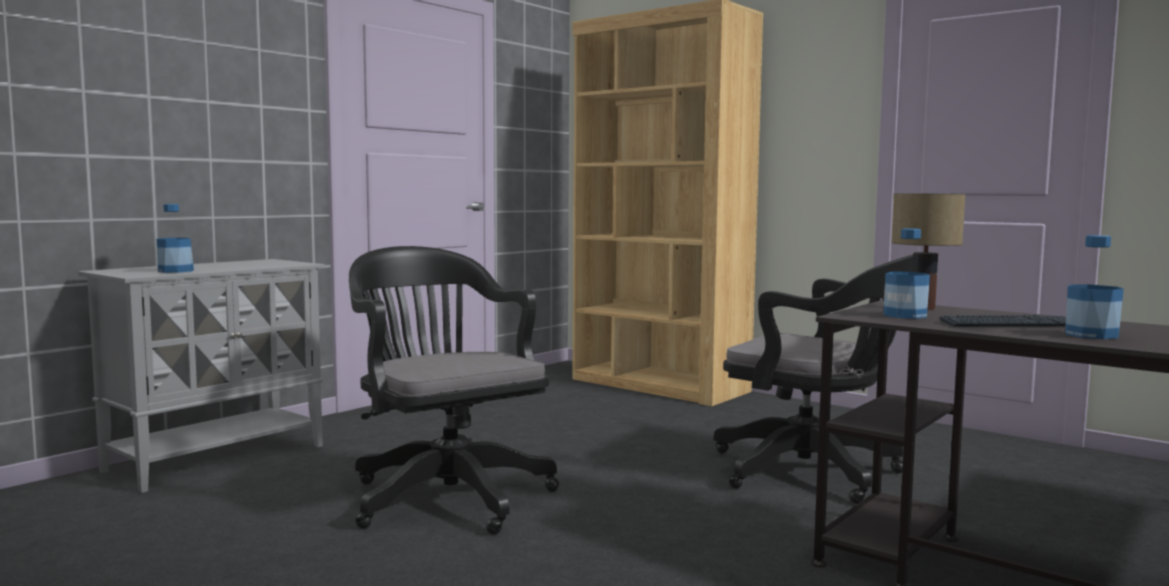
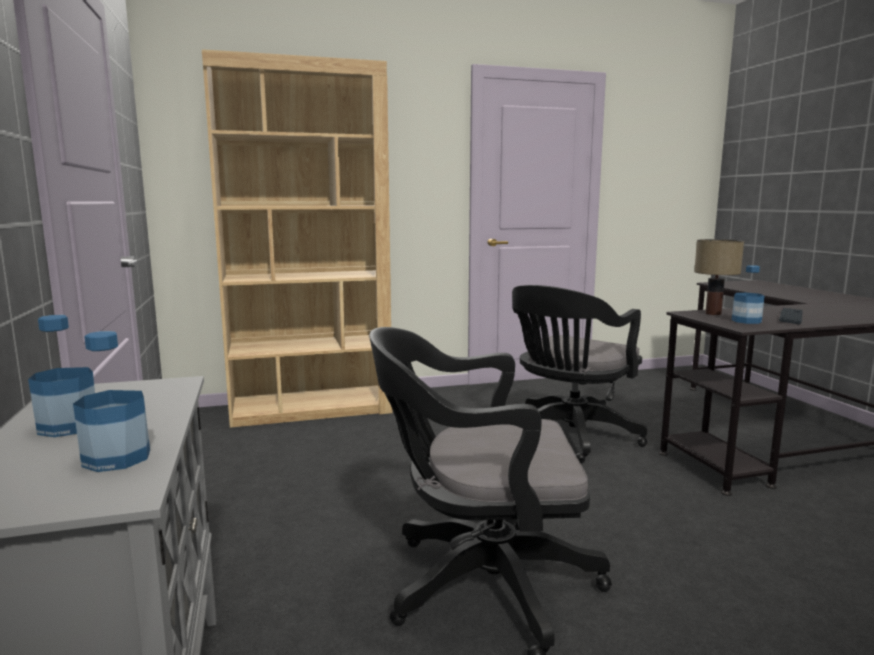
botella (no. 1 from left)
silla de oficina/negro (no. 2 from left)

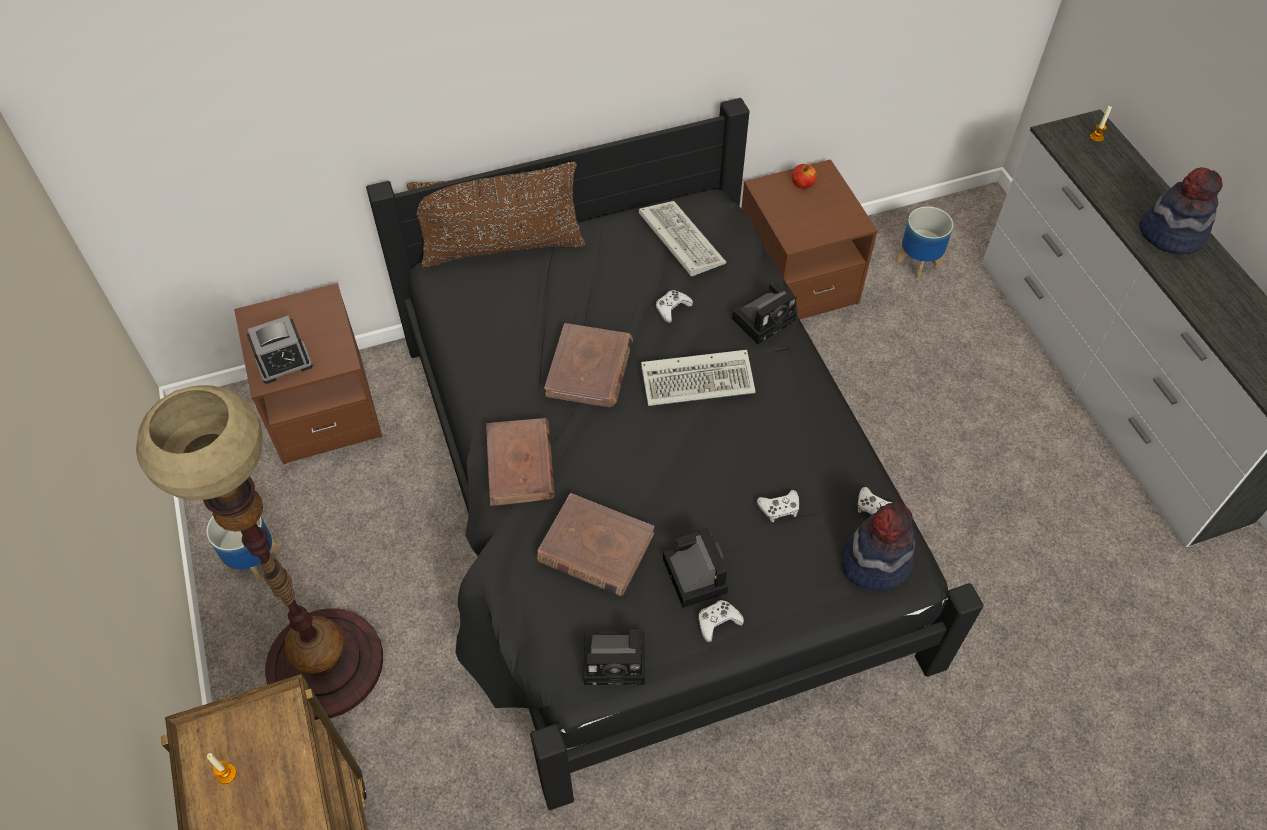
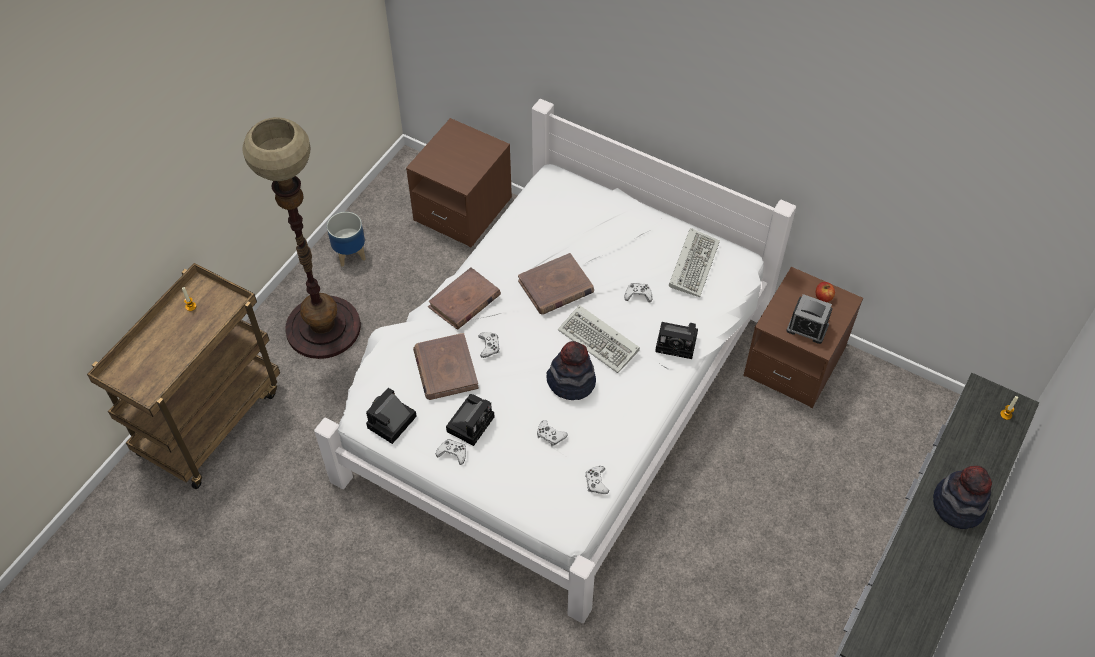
cama/blanco
cámara (no. 1 from left)
mando de consola/blanco (no. 2 from left)
sombrero (no. 1 from left)
despertador
cojín/marrón
maceta (no. 2 from left in the first image)

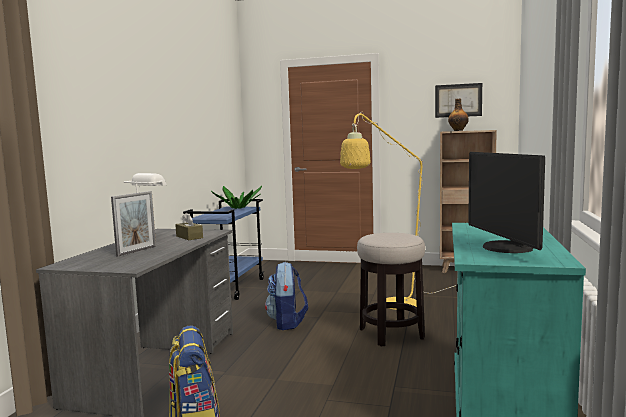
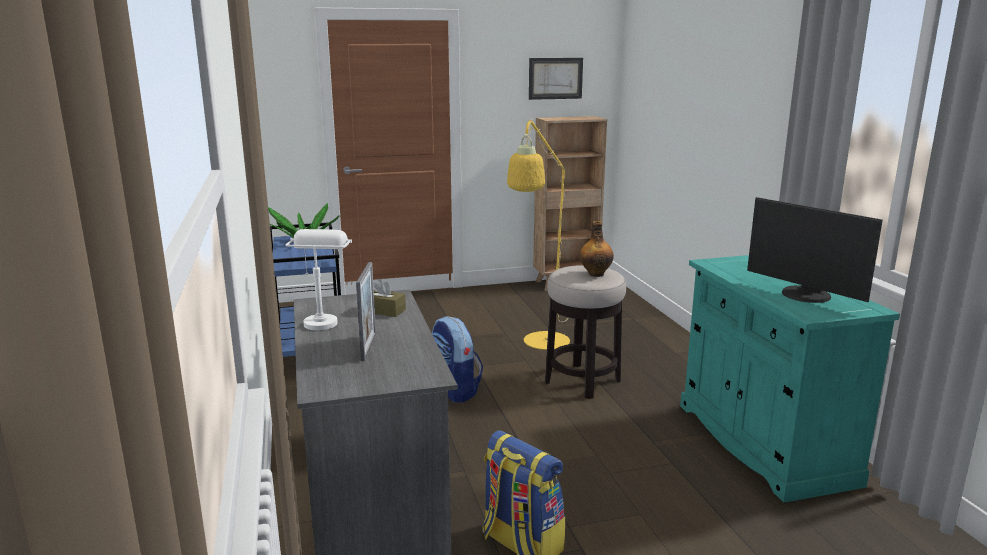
botella

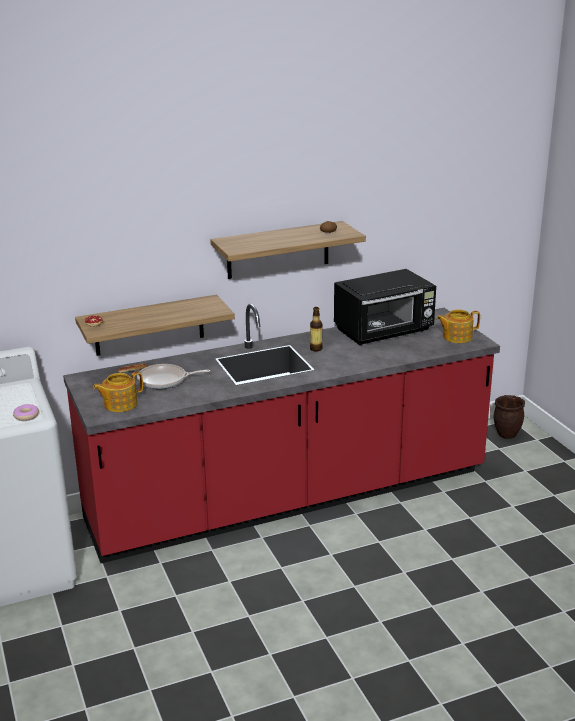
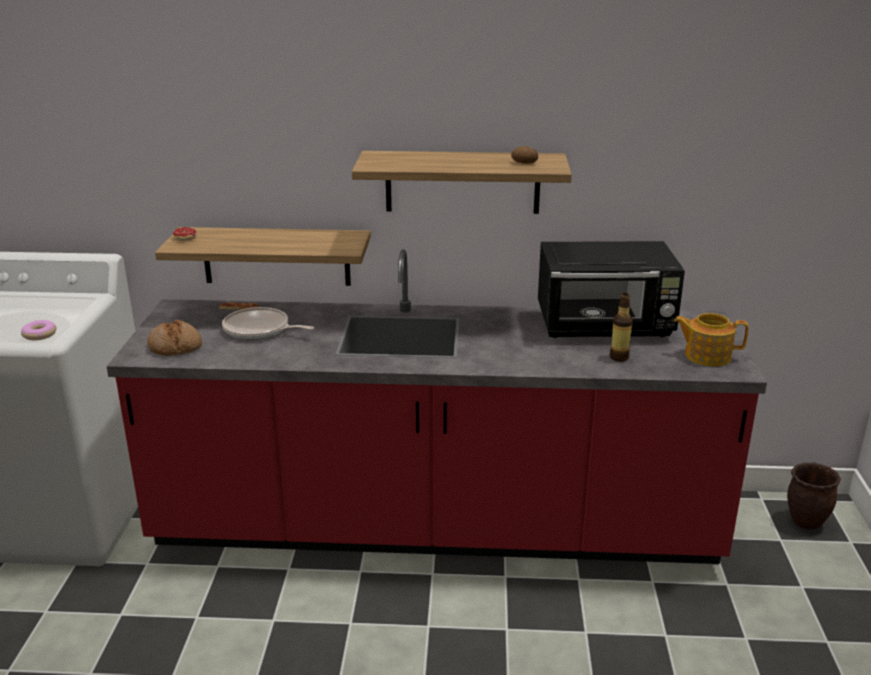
pan (no. 1 from left)
botella

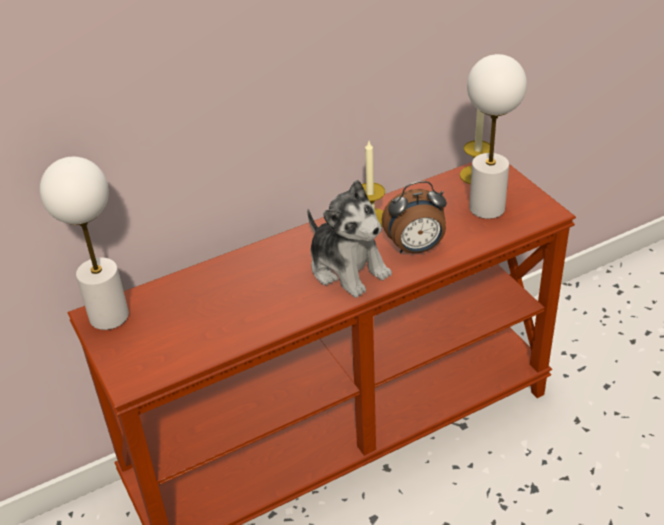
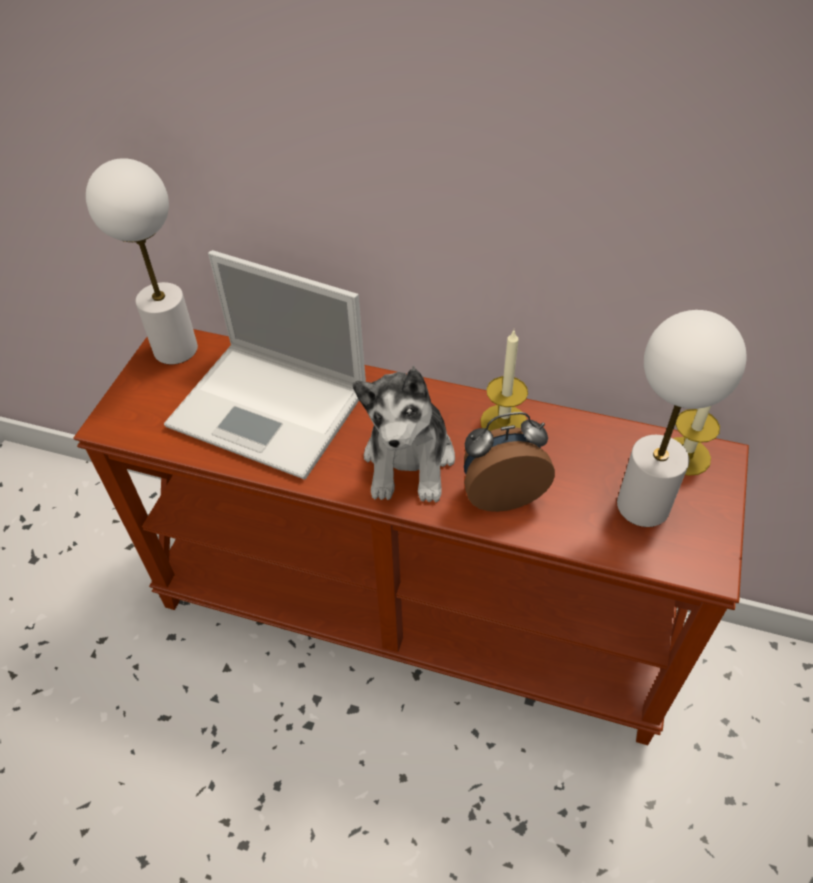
portátil
despertador

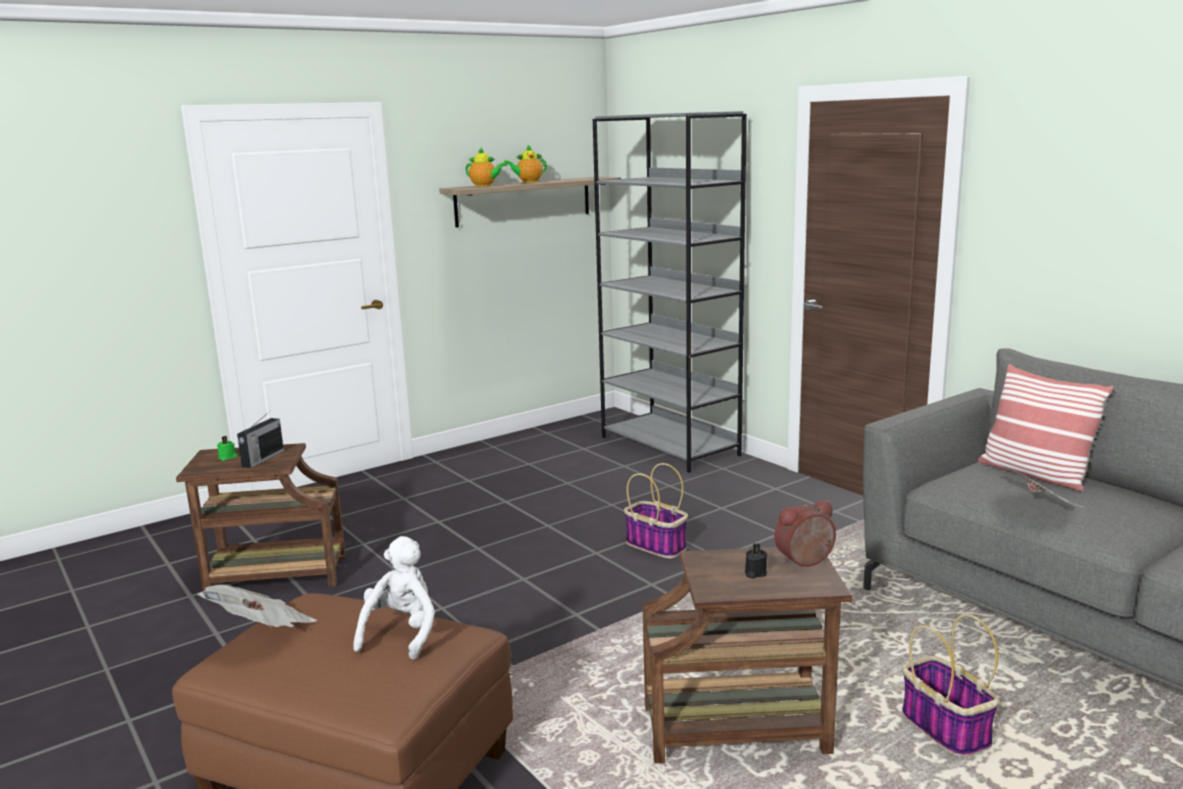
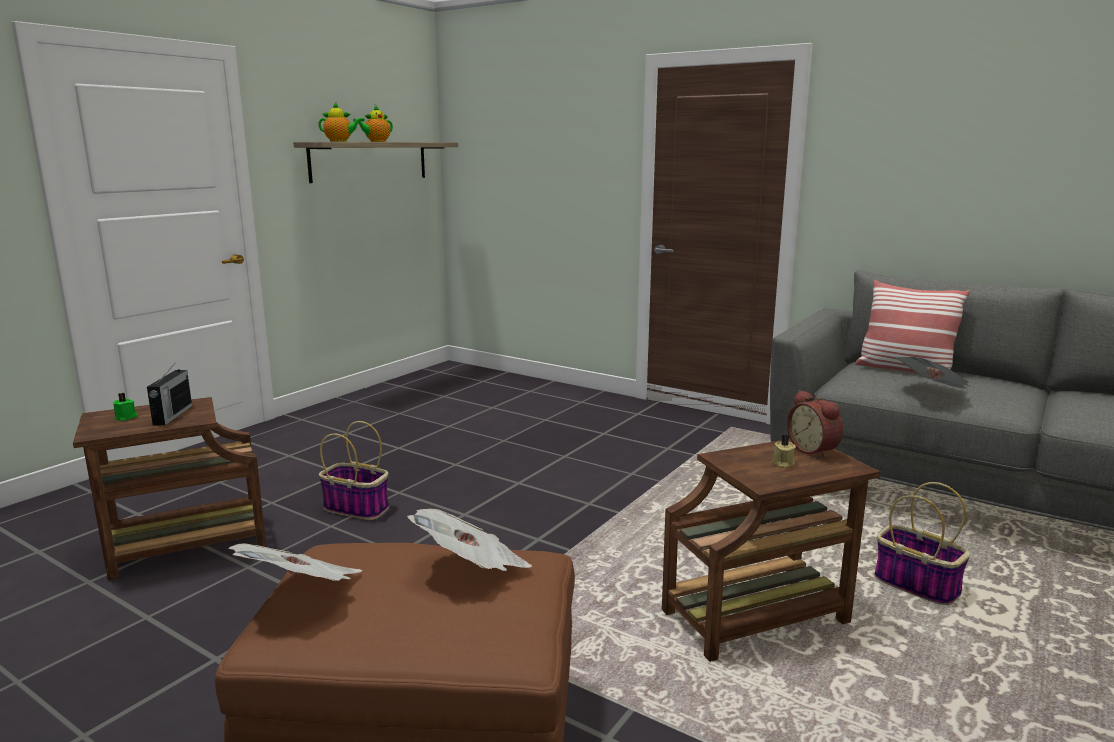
cesta (no. 1 from left)
periódico (no. 2 from left)
vela/beis
despertador
estantería/gris

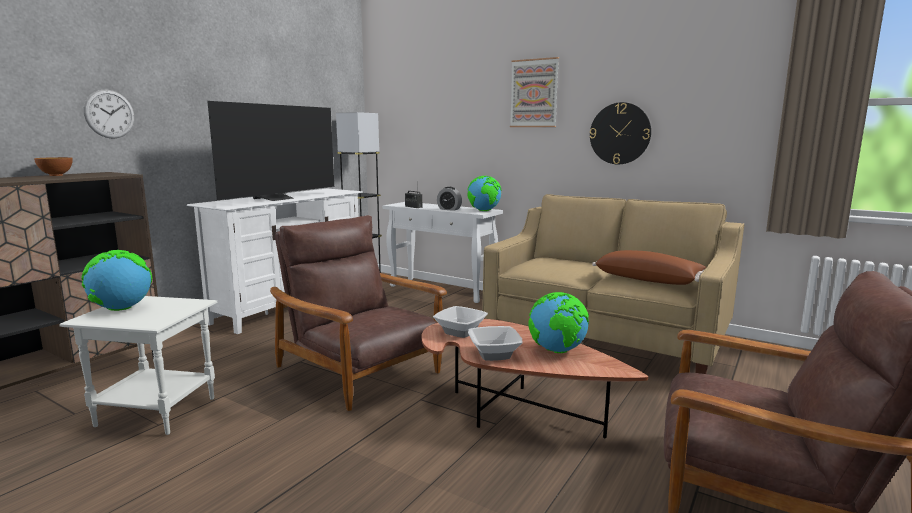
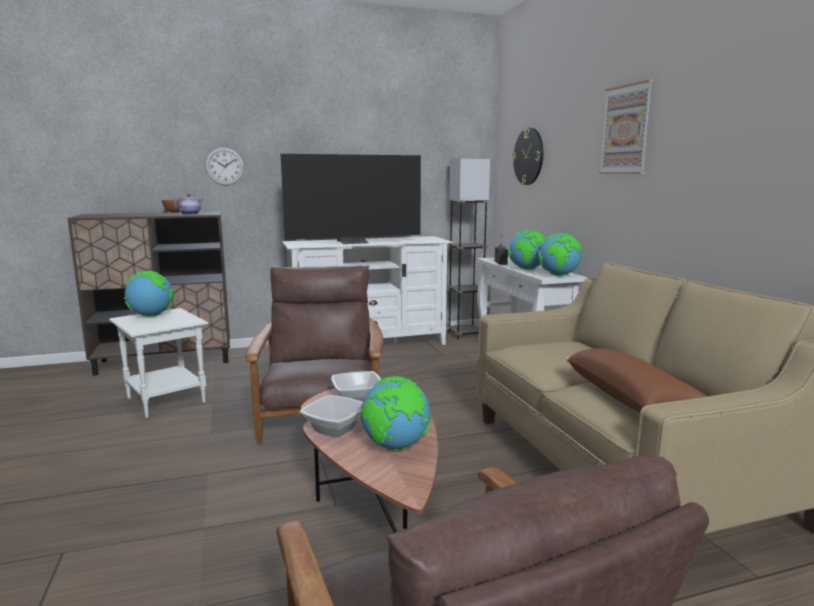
tetera
globo terráqueo (no. 3 from left)
reloj de pared (no. 2 from left)

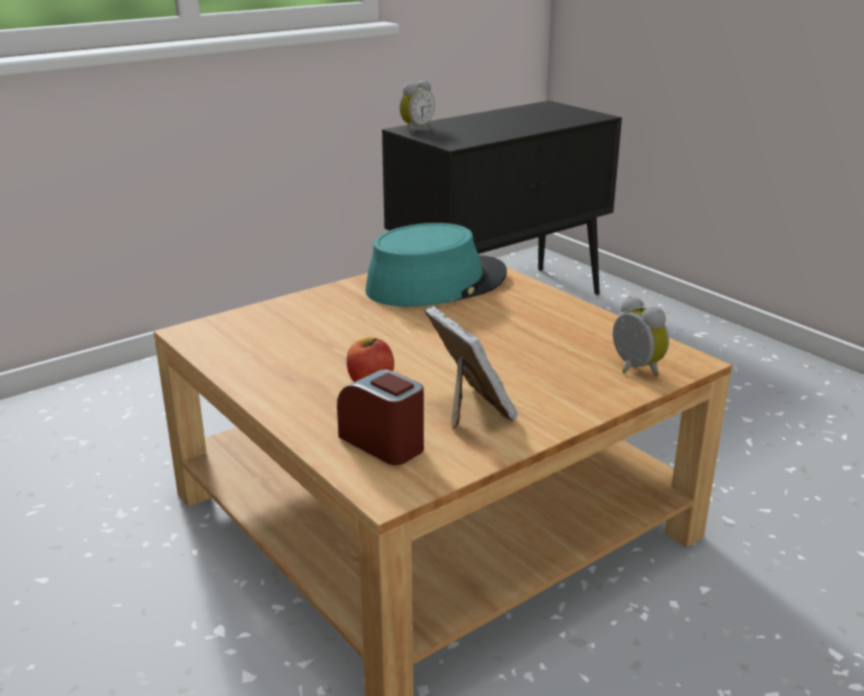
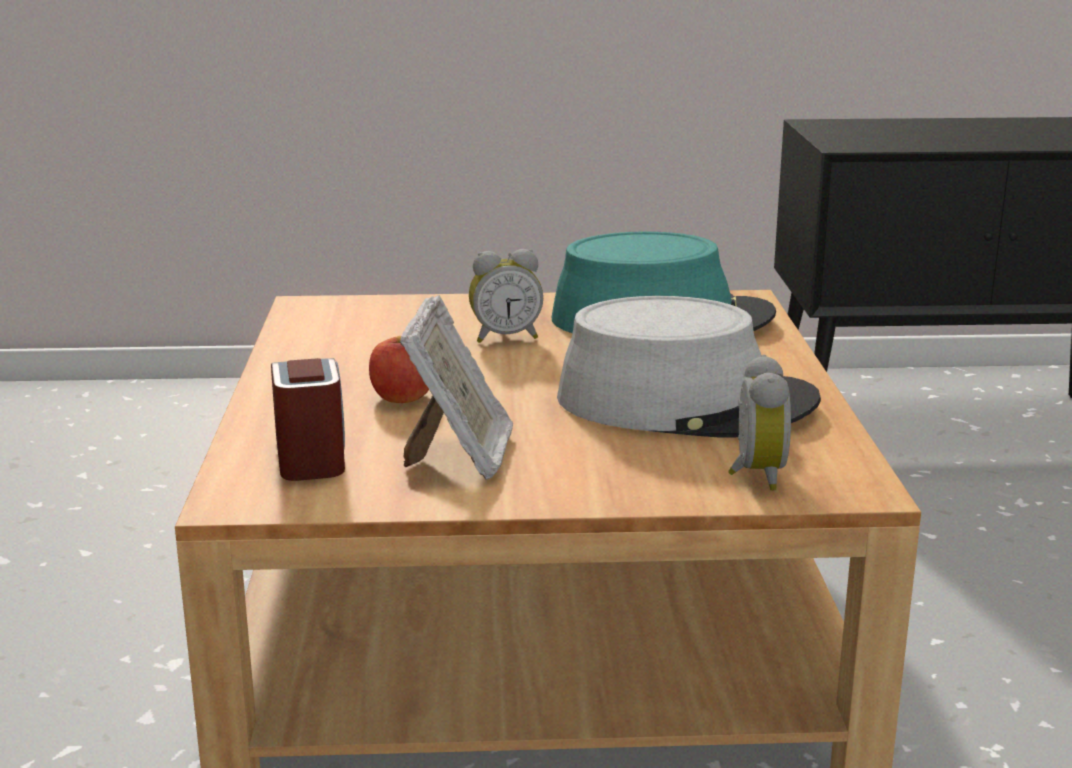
despertador (no. 2 from left)
sombrero/gris

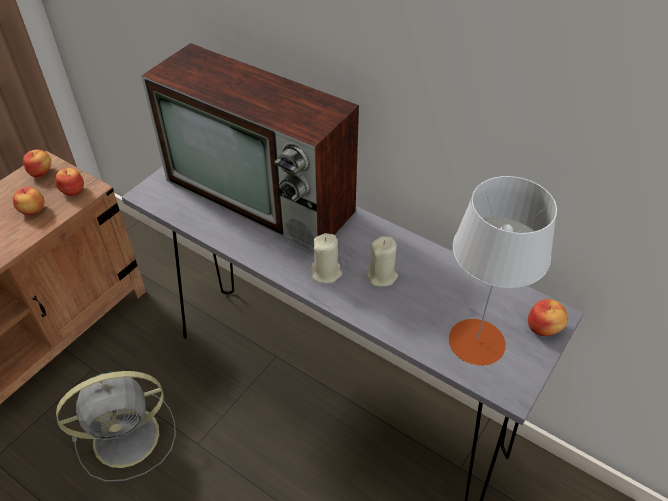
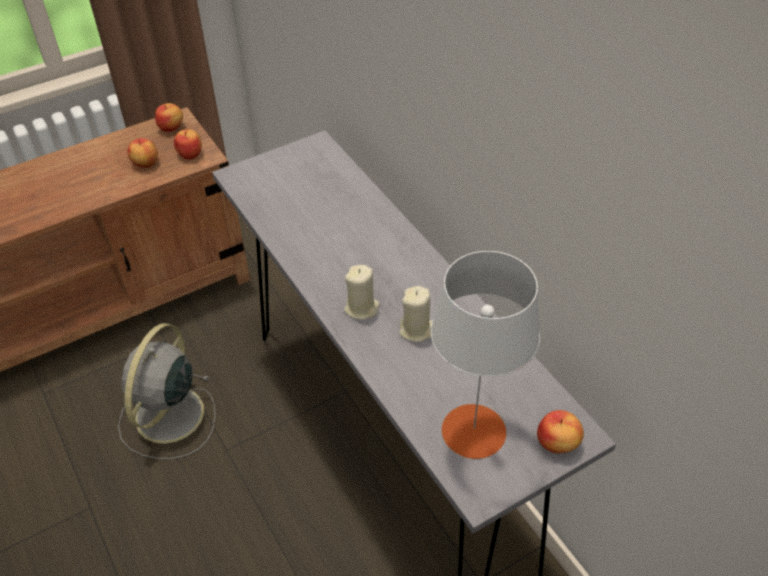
ventilador/gris
televisor

